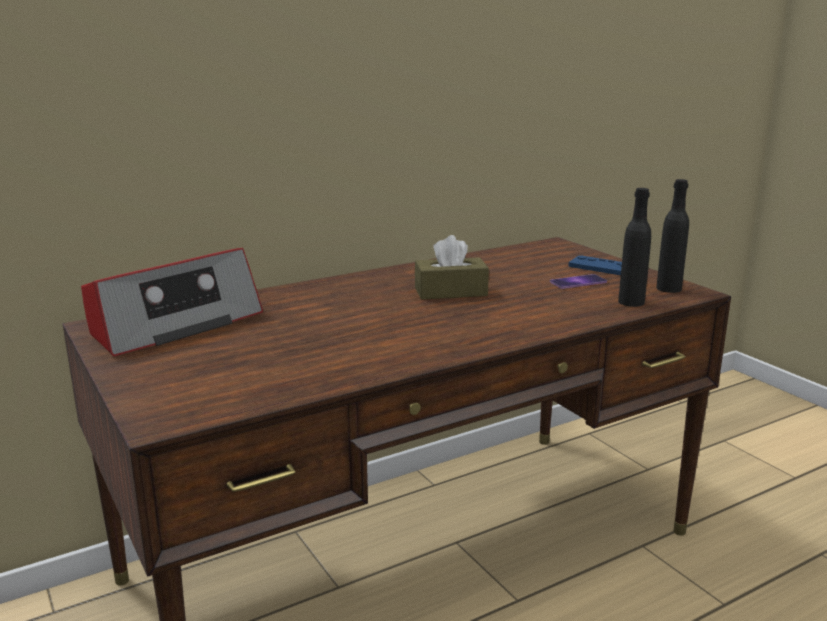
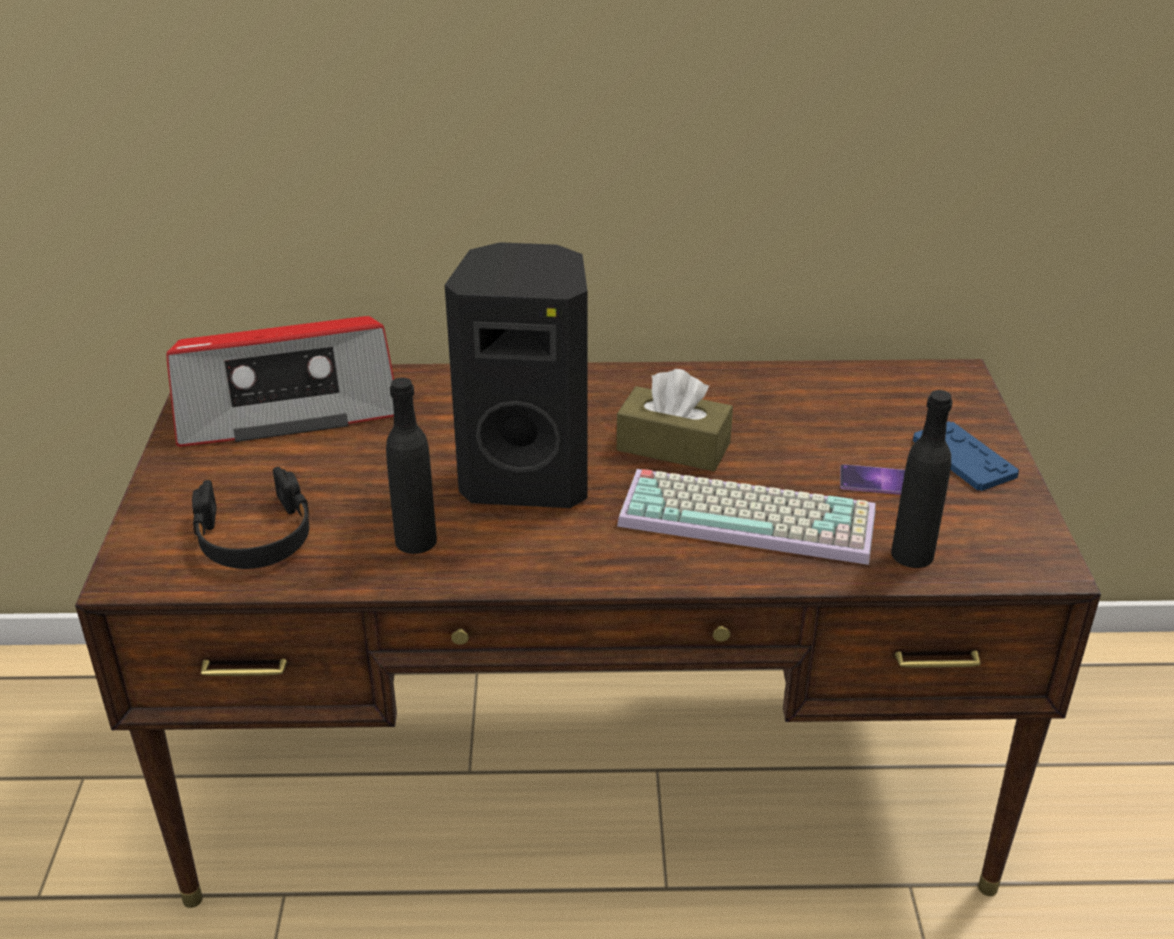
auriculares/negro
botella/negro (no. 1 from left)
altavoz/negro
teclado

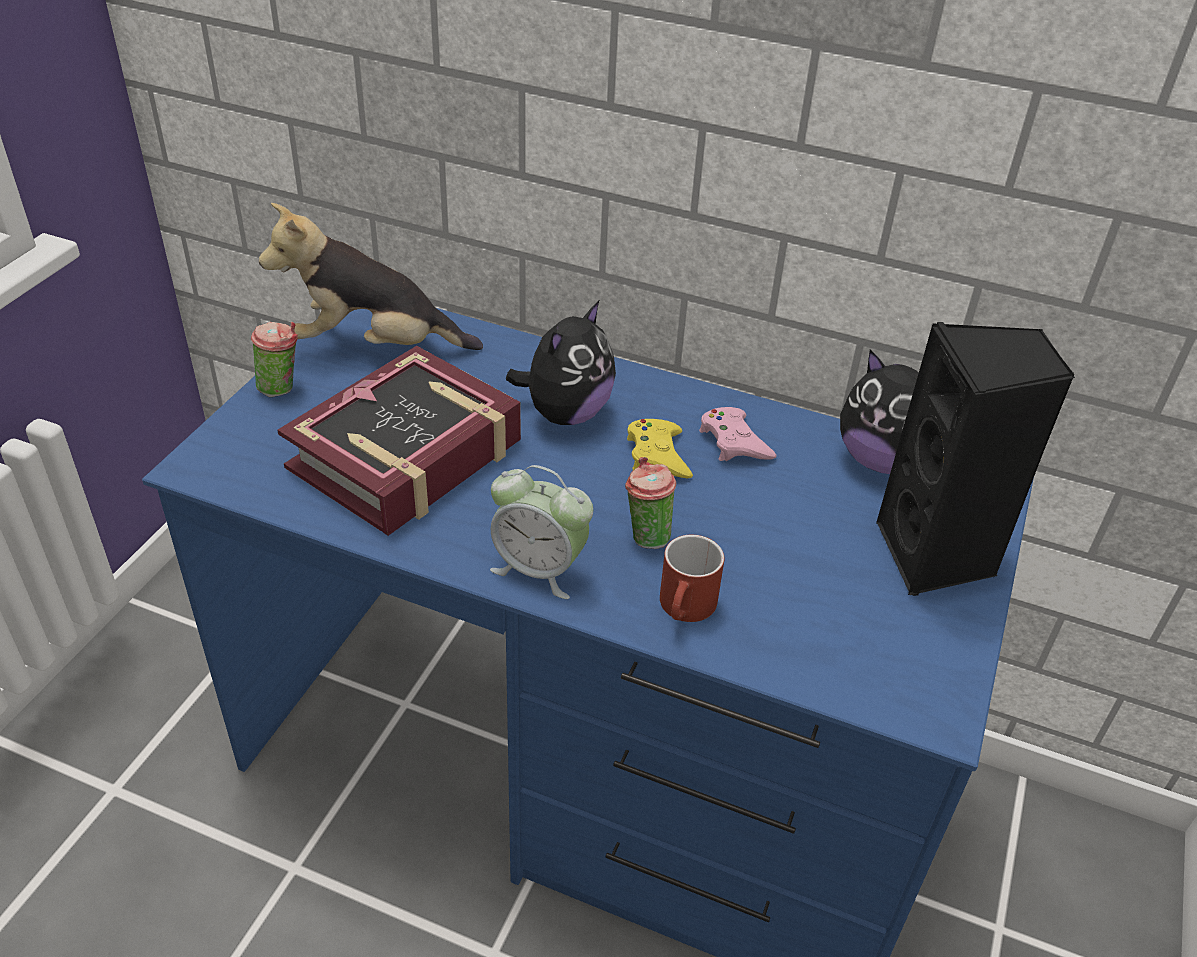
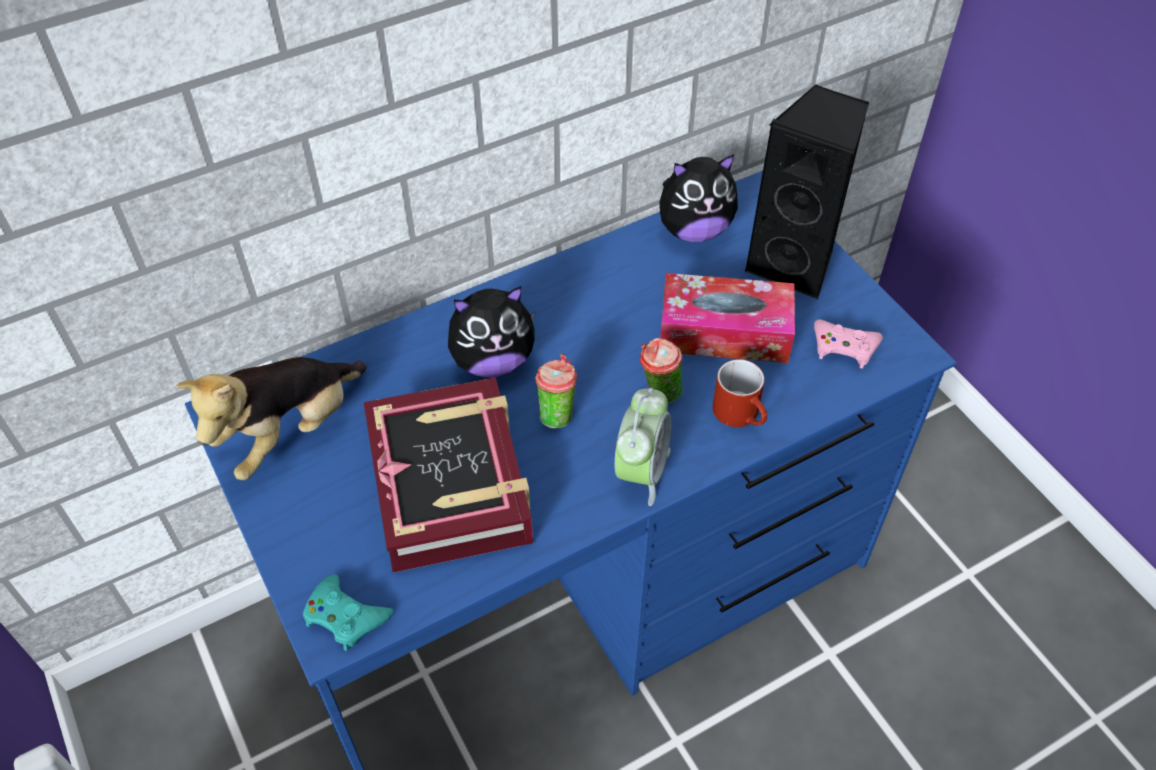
mando de consola/turquesa
peluche (no. 2 from left)
taza (no. 1 from left)
despertador
caja de pañuelos
mando de consola/rosa
mando de consola/amarillo

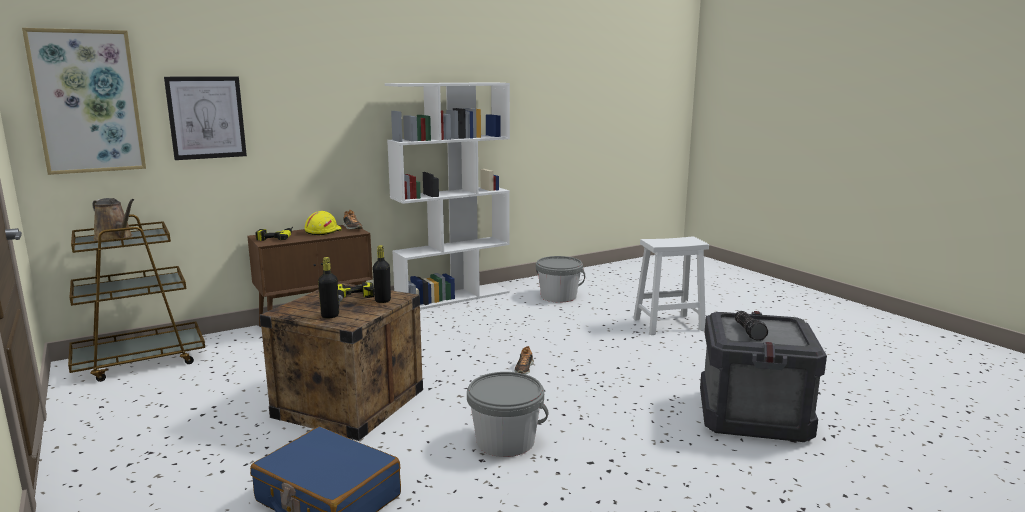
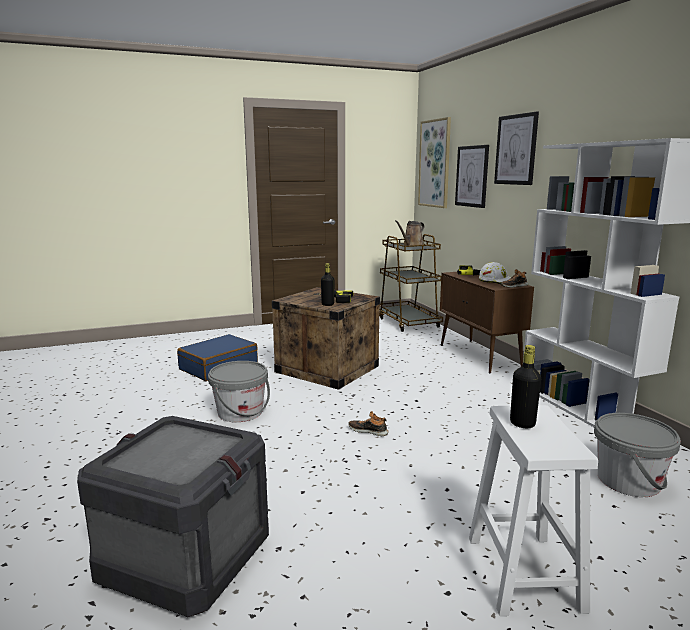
casco/blanco
cuadro (no. 3 from left)
botella/negro (no. 2 from left)
linterna

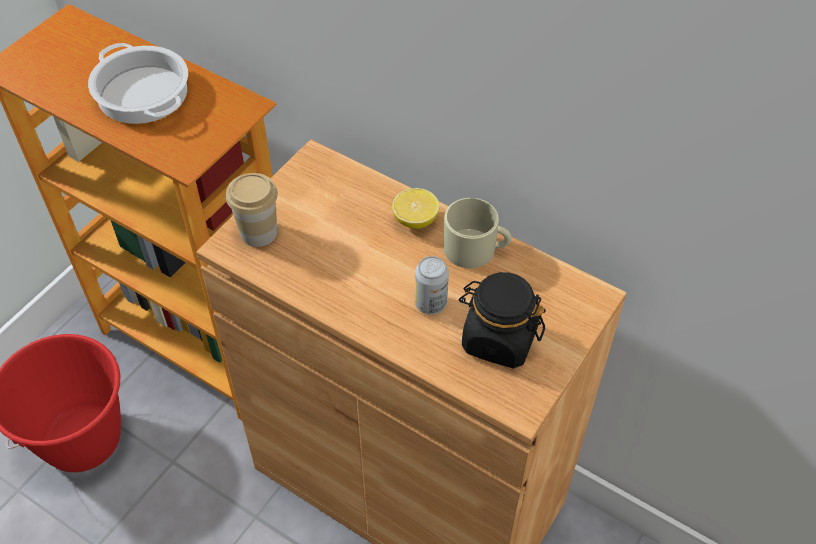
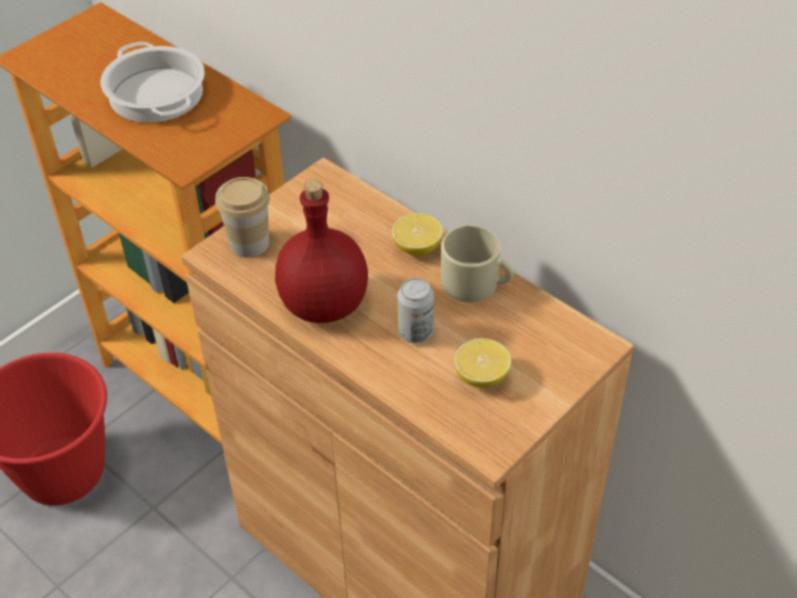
botella/rojo
limón (no. 2 from left)

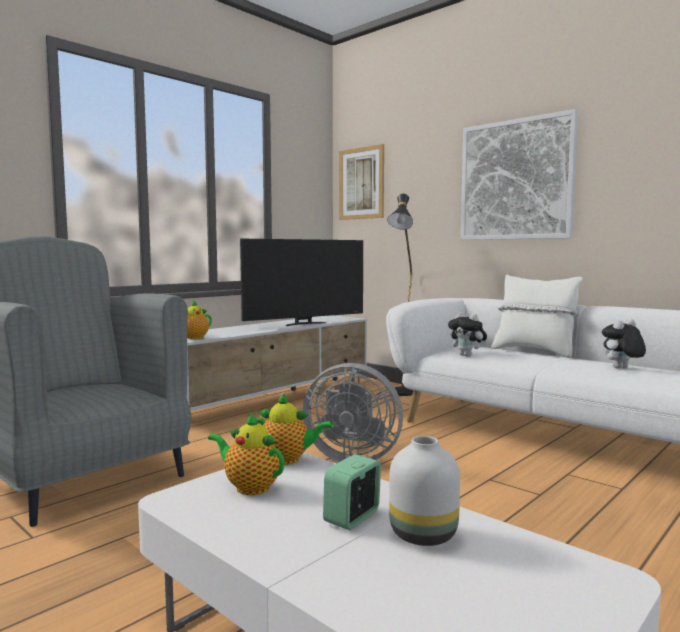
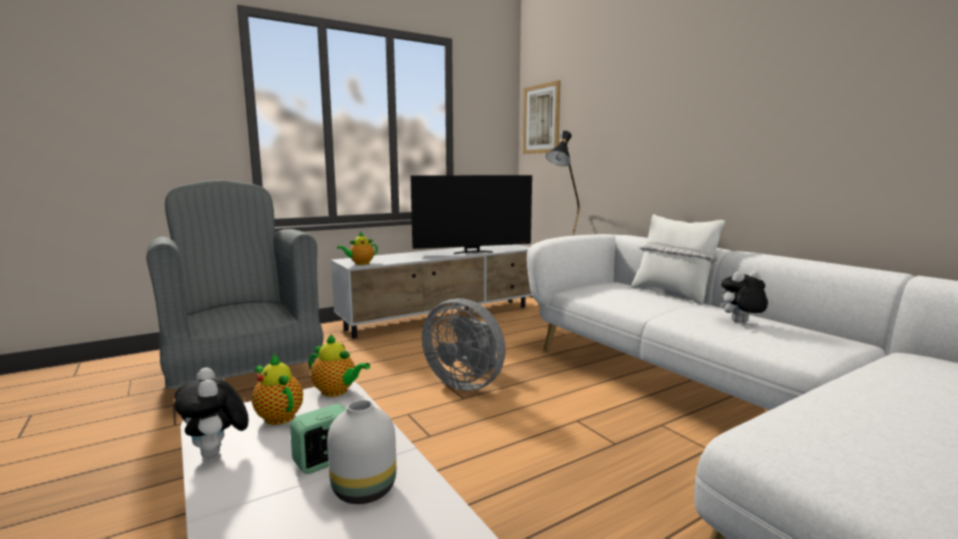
peluche (no. 1 from left)
cuadro (no. 2 from left in the first image)

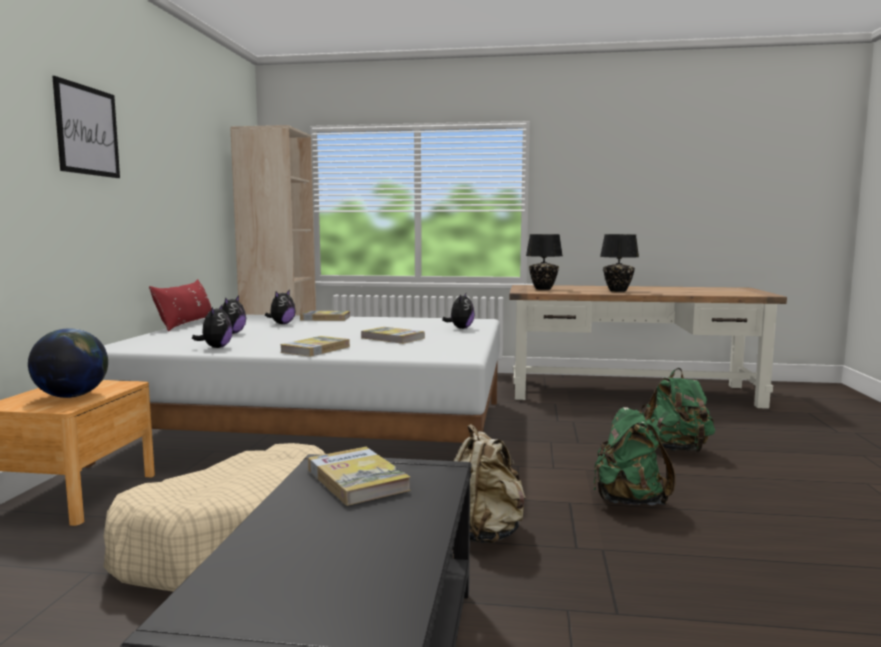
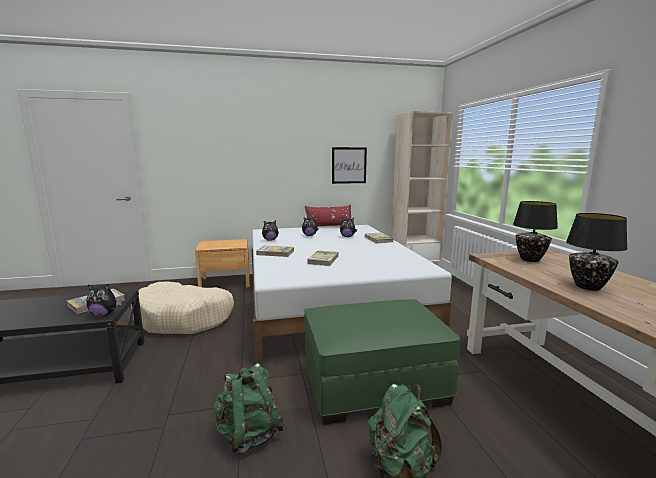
peluche (no. 1 from left)
puf/verde
cuadro
globo terráqueo
mochila/beis

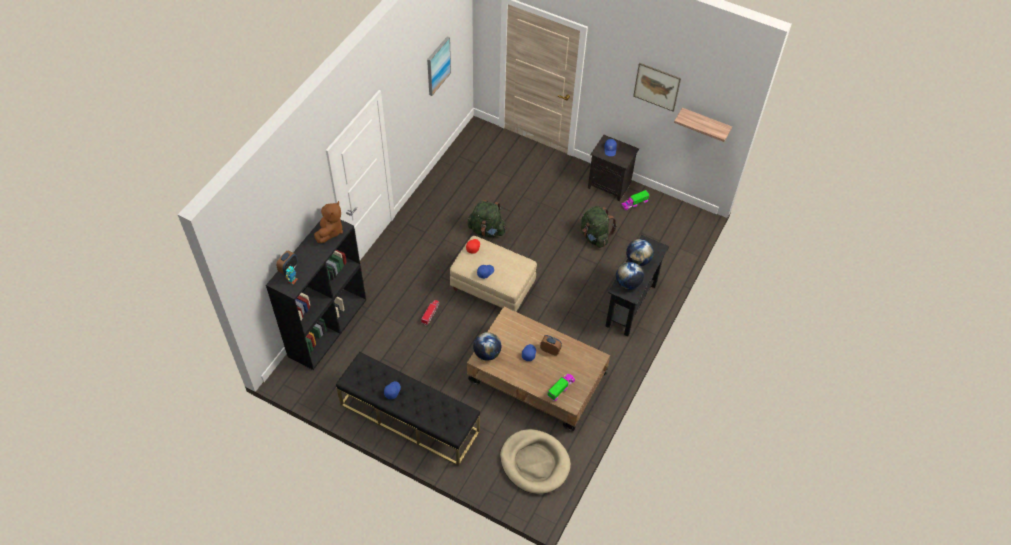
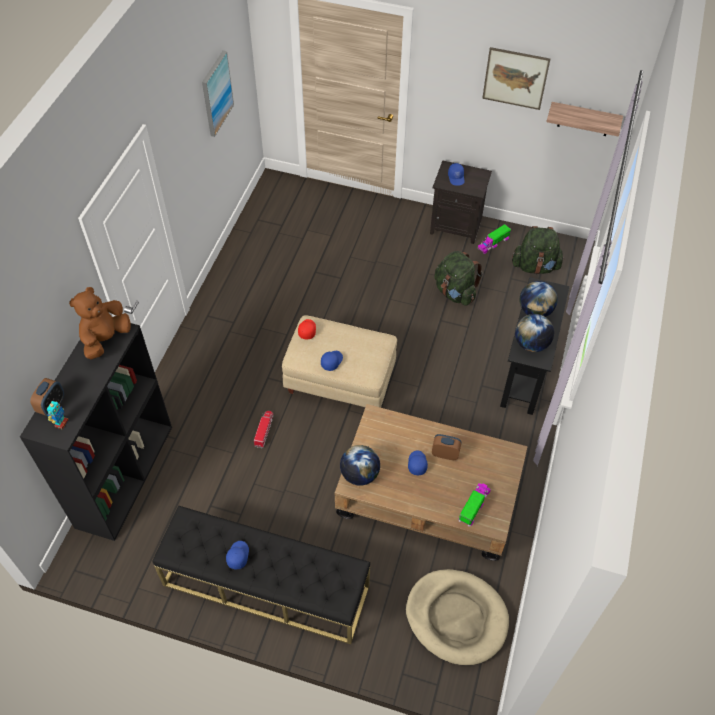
peluche/marrón
mochila/verde (no. 2 from left)

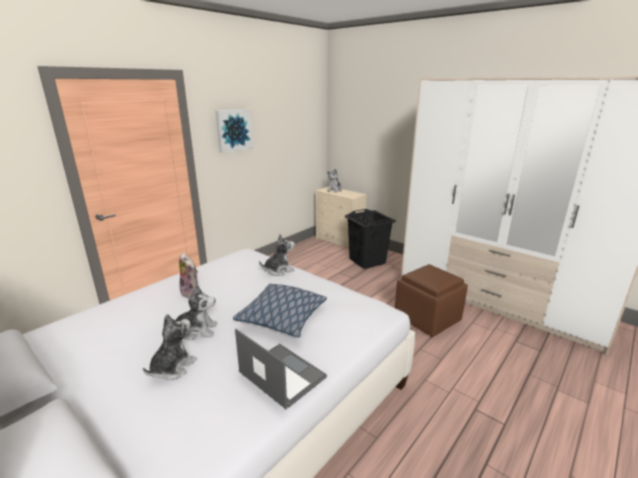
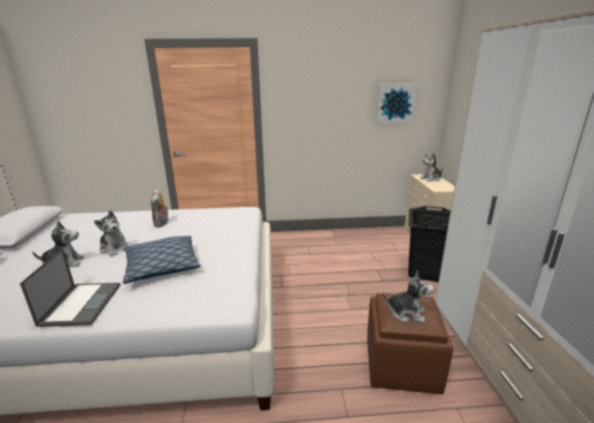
cuadro
peluche (no. 4 from left)

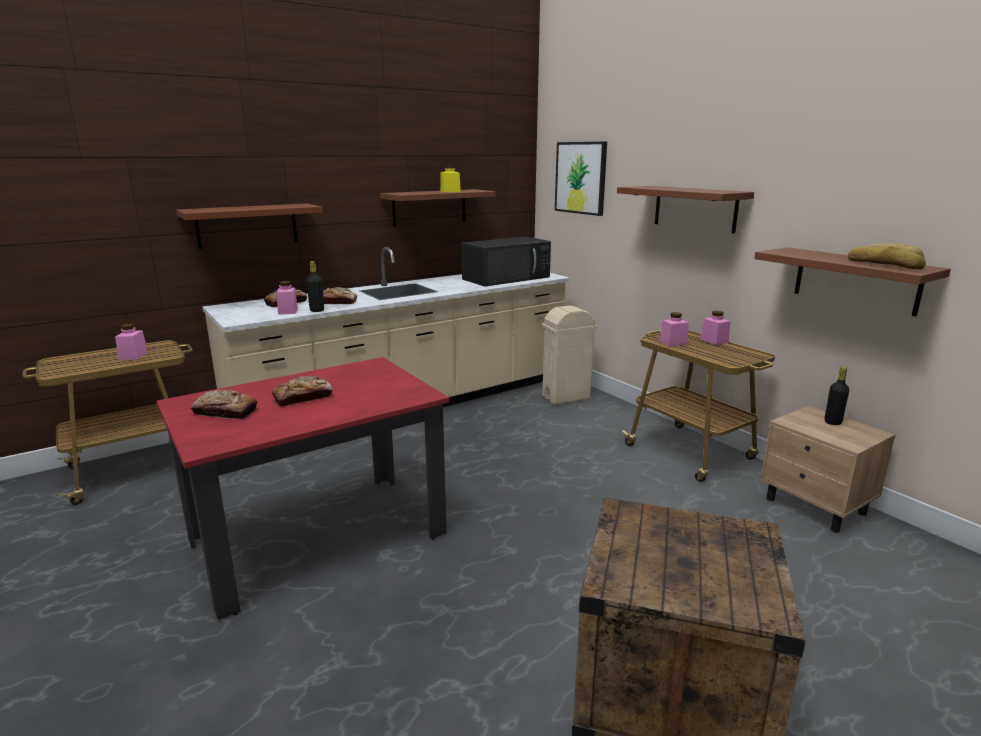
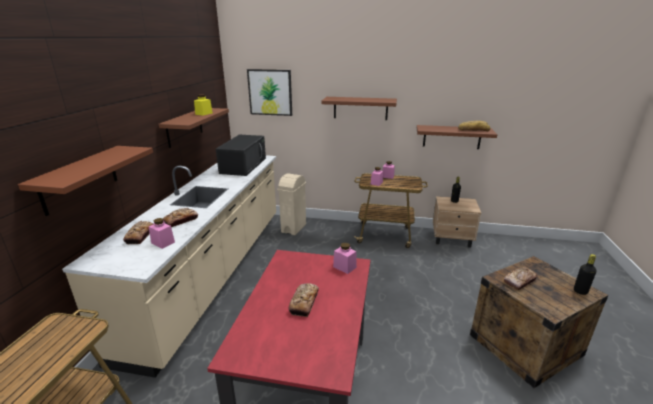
tarro/rosa (no. 2 from left)
pan (no. 5 from left)
botella/negro (no. 2 from left)

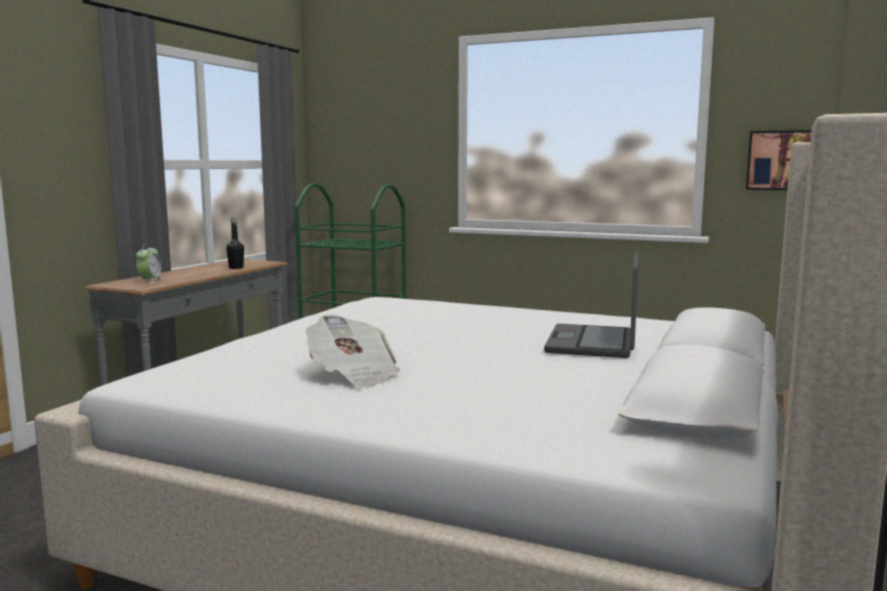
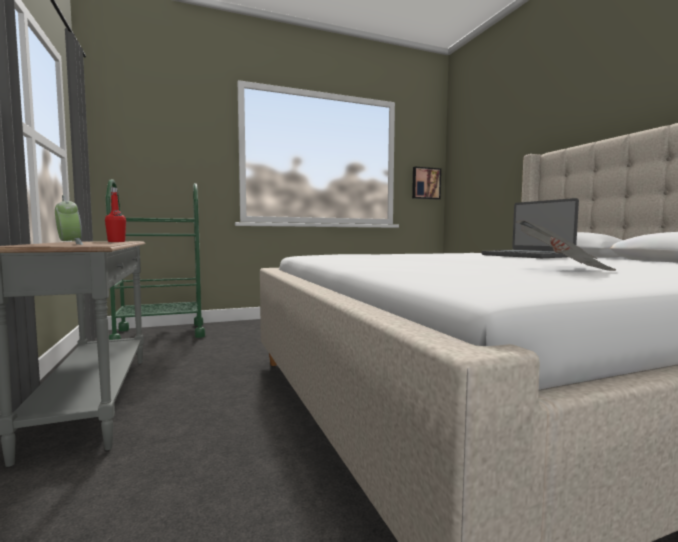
botella/rojo

